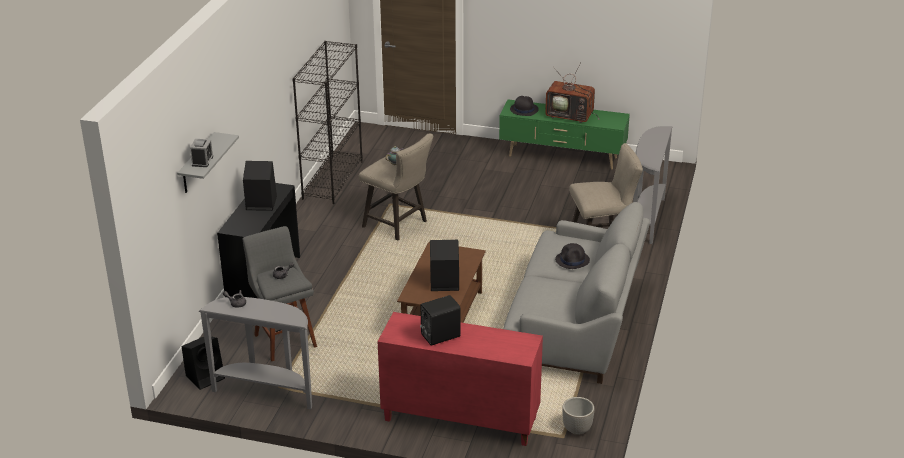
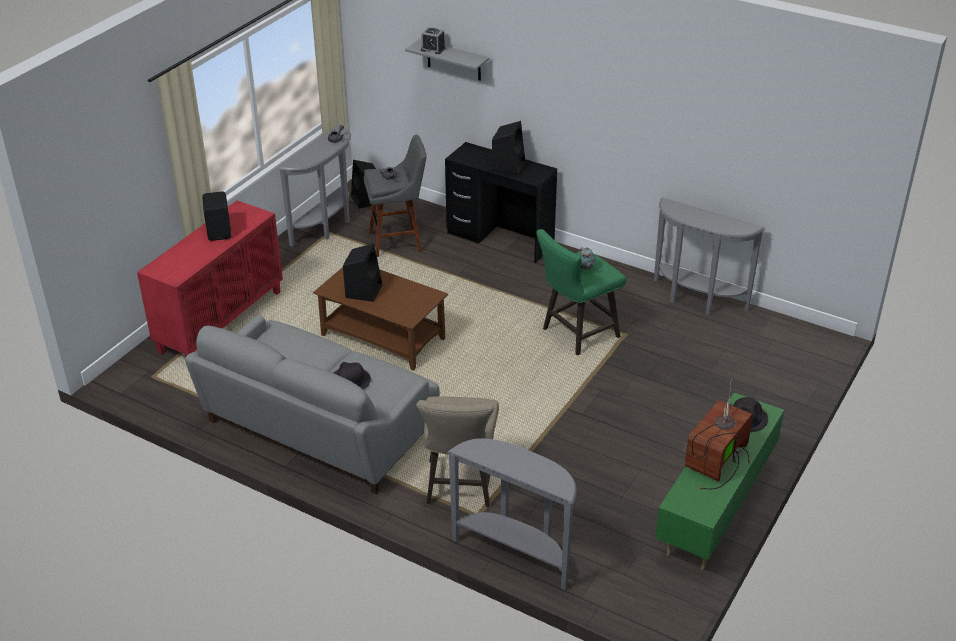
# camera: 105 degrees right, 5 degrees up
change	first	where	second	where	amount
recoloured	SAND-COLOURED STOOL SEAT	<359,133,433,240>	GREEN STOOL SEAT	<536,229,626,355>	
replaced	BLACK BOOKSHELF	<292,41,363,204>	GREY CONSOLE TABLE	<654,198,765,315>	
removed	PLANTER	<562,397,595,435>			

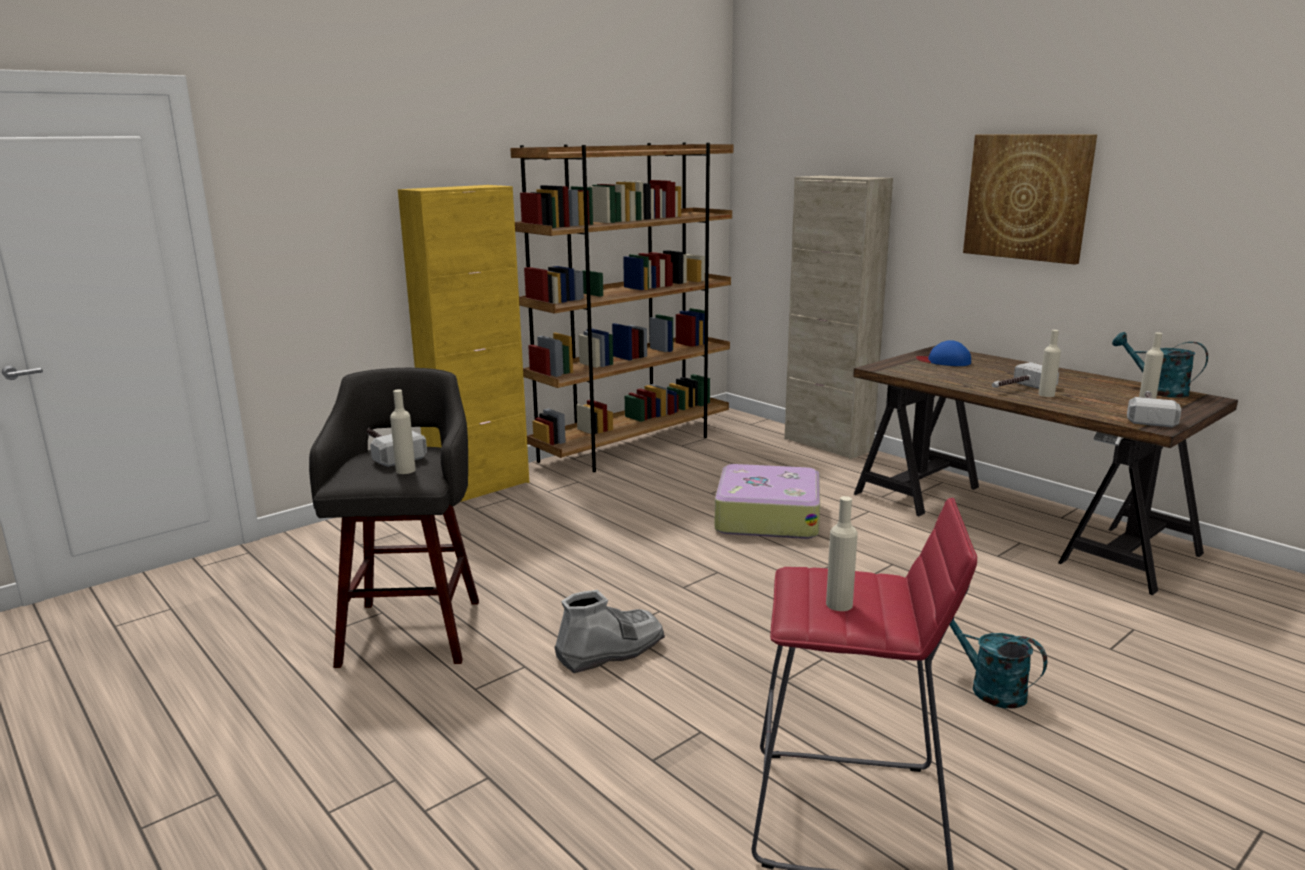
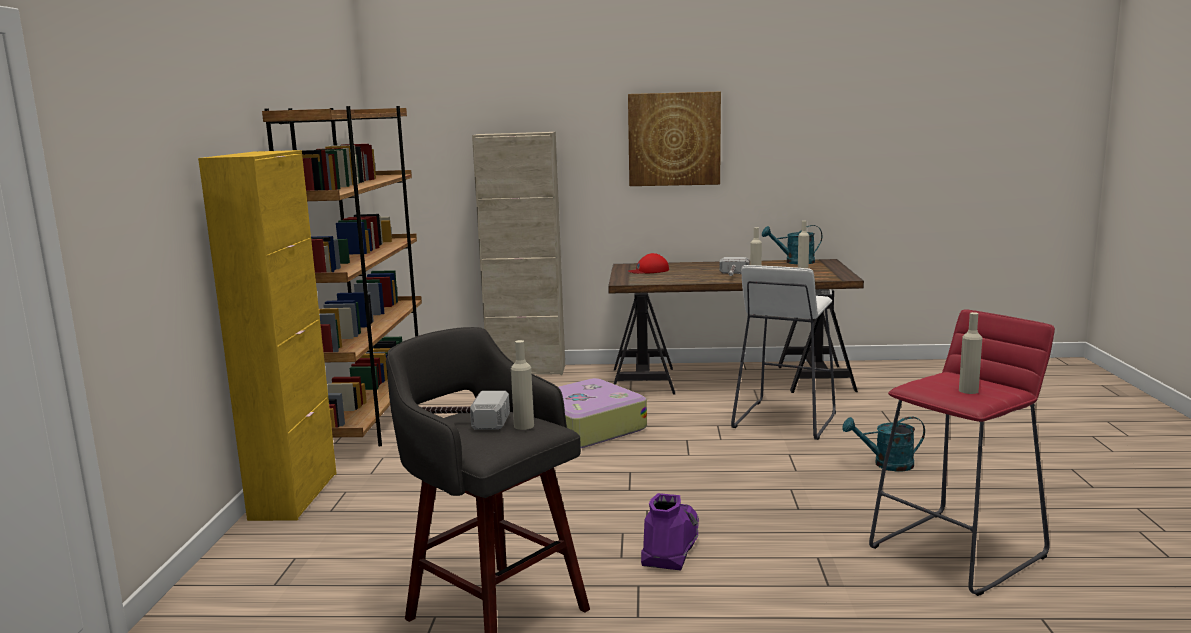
# camera: 45 degrees left, 5 degrees down
change	first	where	second	where	amount
recoloured	BLUE BASEBALL CAP	<916,340,971,366>	REDDISH BASEBALL CAP	<628,253,669,274>	
recoloured	GREY BOOT	<554,590,665,673>	PURPLE BOOT	<641,493,699,570>	
added			WHITISH STOOL SEAT	<731,265,836,440>	
removed	HAND HAMMER	<1127,391,1181,427>			

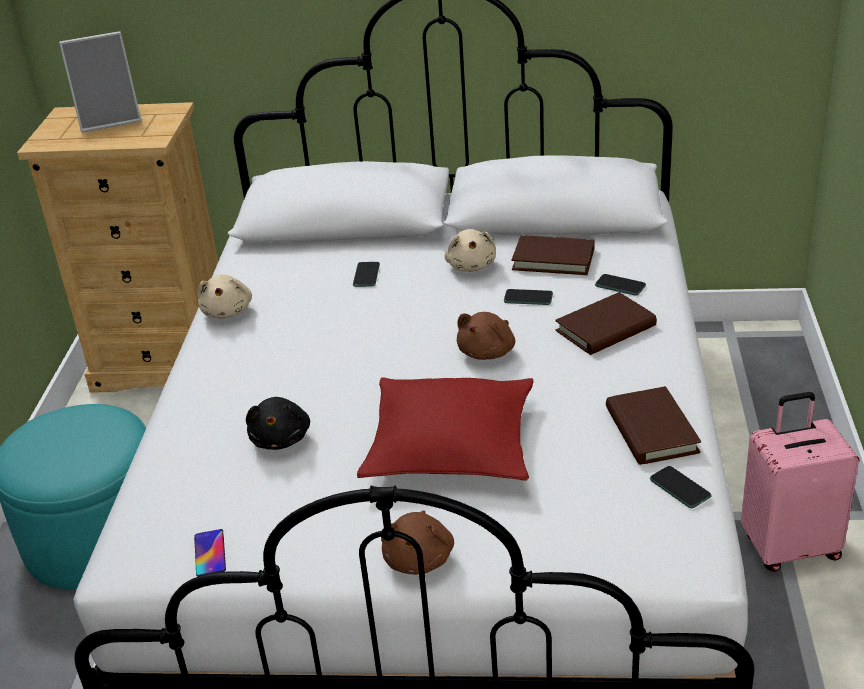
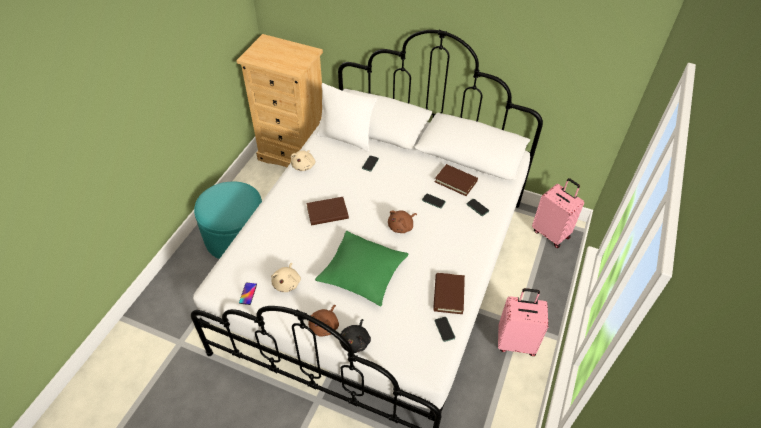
# camera: 15 degrees right, 15 degrees up
change	first	where	second	where	amount
moved	SAND-COLOURED PLUSH TOY	<444,229,496,272>		<271,263,301,292>	
moved	BROWN-COLOURED BOOK	<555,292,657,355>		<306,197,349,225>	
recoloured	REDDISH CUSHION	<357,377,533,481>	GREEN CUSHION	<315,231,409,307>	
added			WHITISH CUSHION	<317,83,377,152>	
moved	BLACK PLUSH TOY	<246,397,310,450>		<340,319,371,353>	
added			PINK-COLOURED PIECE OF LUGGAGE	<532,178,584,248>	
removed	STANDING FRAME	<59,31,141,132>			

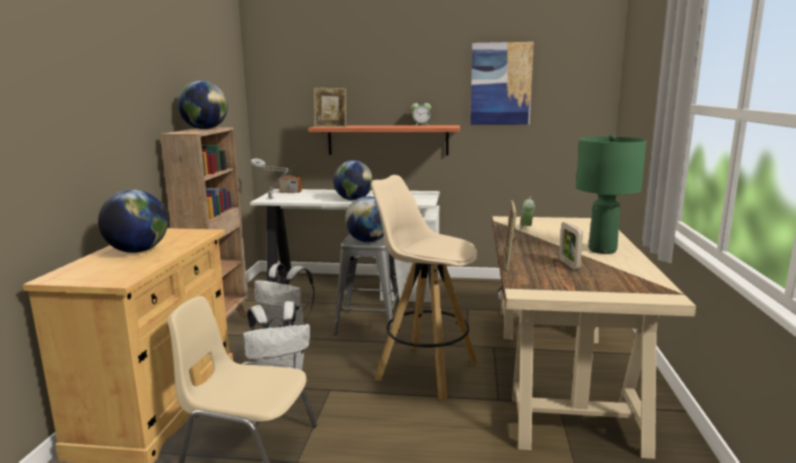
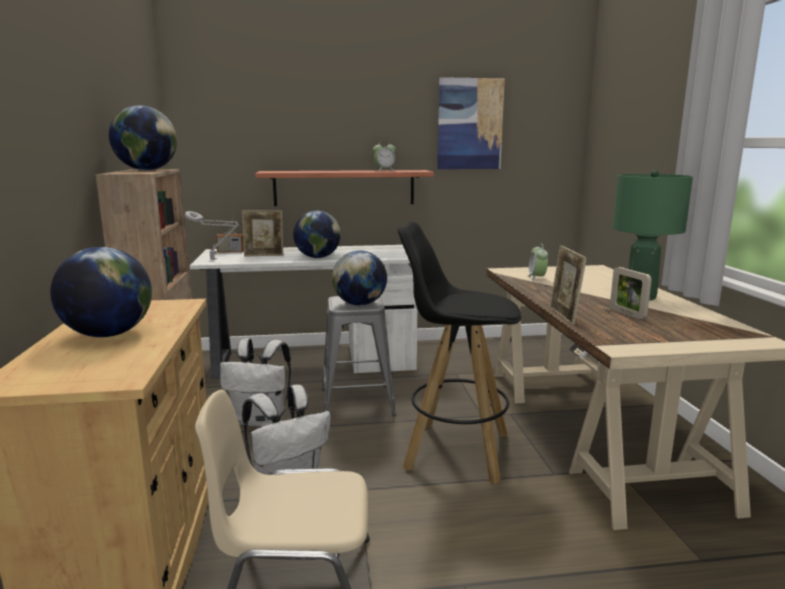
# camera: 15 degrees left, 0 degrees up
change	first	where	second	where	amount
moved	STANDING FRAME	<314,88,346,127>		<242,210,283,257>	
recoloured	SAND-COLOURED STOOL SEAT	<371,175,478,400>	BLACK STOOL SEAT	<398,221,521,484>	

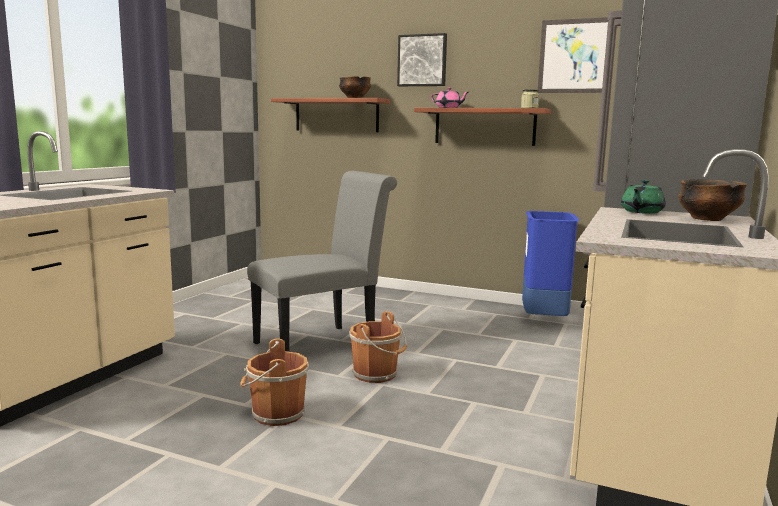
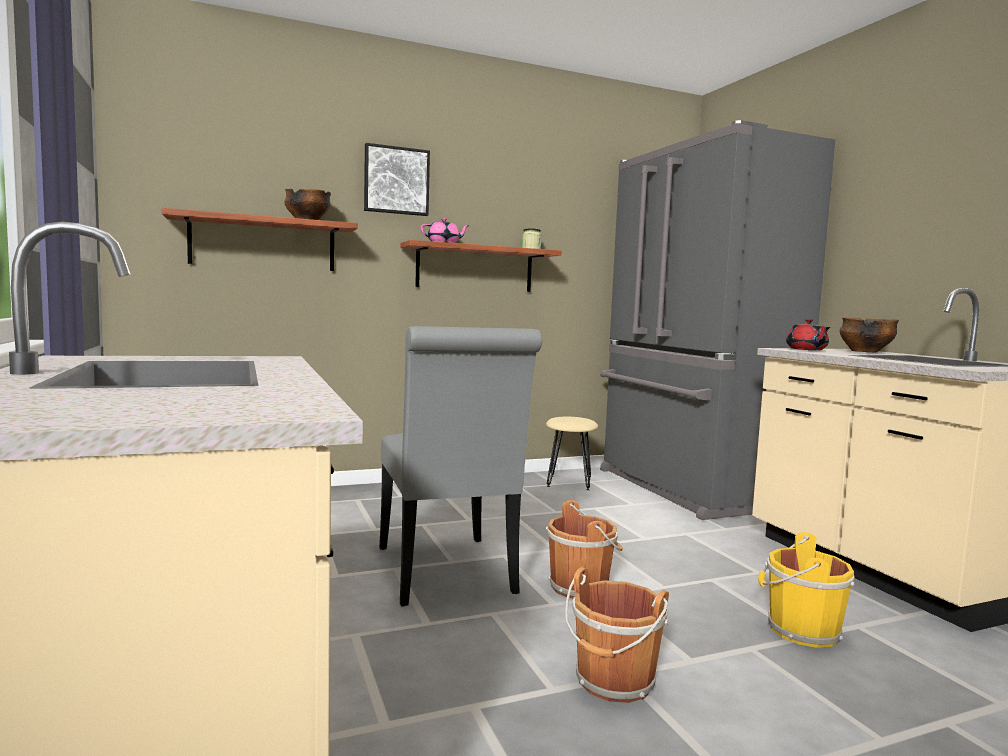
# camera: 45 degrees left, 5 degrees down
change	first	where	second	where	amount
turned	GREY UPRIGHT CHAIR	<247,171,397,352>		<379,326,542,607>	150 degrees clockwise
replaced	BLUE RUBBISH BIN	<522,211,579,316>	SAND-COLOURED STOOL SEAT	<546,417,598,490>	
added			YELLOWISH PAIL	<758,532,854,648>	
recoloured	GREEN POT FOR TEA	<621,180,666,214>	REDDISH POT FOR TEA	<786,319,830,350>	
removed	WALL PICTURE	<538,17,608,93>			

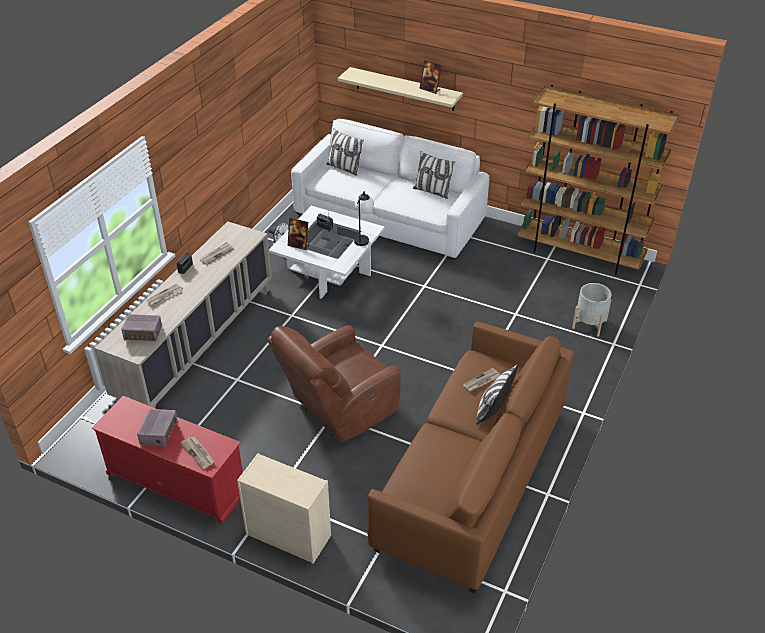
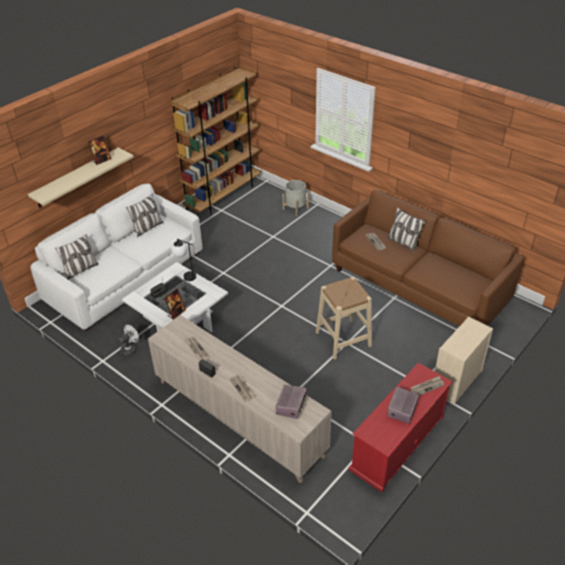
# camera: 75 degrees left, 0 degrees up
change	first	where	second	where	amount
replaced	BROWN-COLOURED LOUNGE CHAIR	<267,325,401,442>	SAND-COLOURED STOOL SEAT	<316,277,372,360>	
turned	RADIO	<137,409,178,447>		<388,387,419,424>	90 degrees counterclockwise

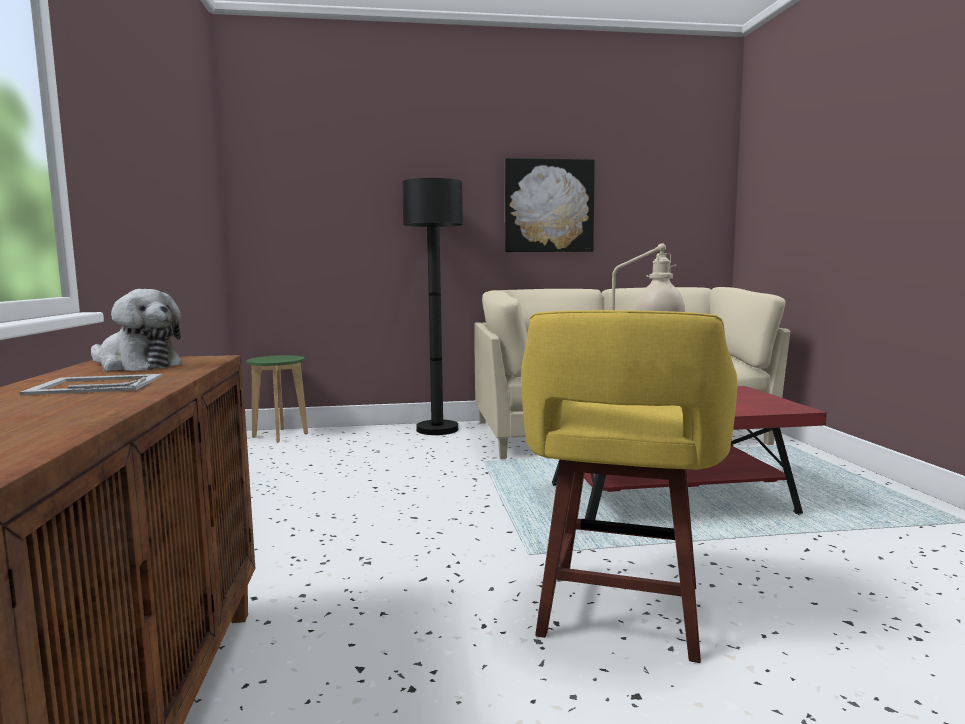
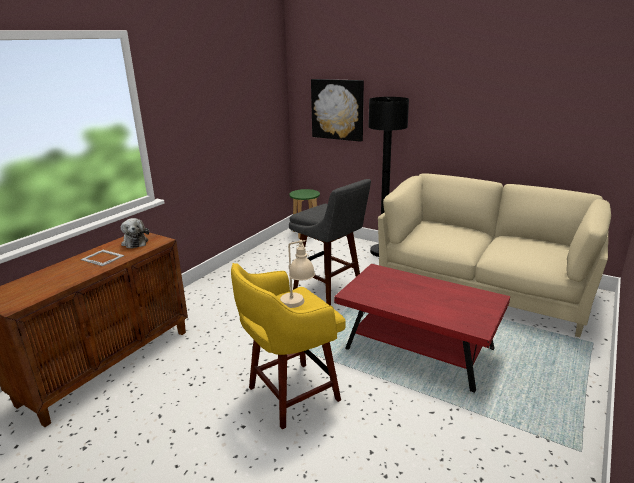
# camera: 40 degrees right, 15 degrees up
change	first	where	second	where	amount
added			GREY STOOL SEAT	<289,179,371,306>	
moved	WALL PICTURE	<505,158,595,252>		<311,79,364,142>	

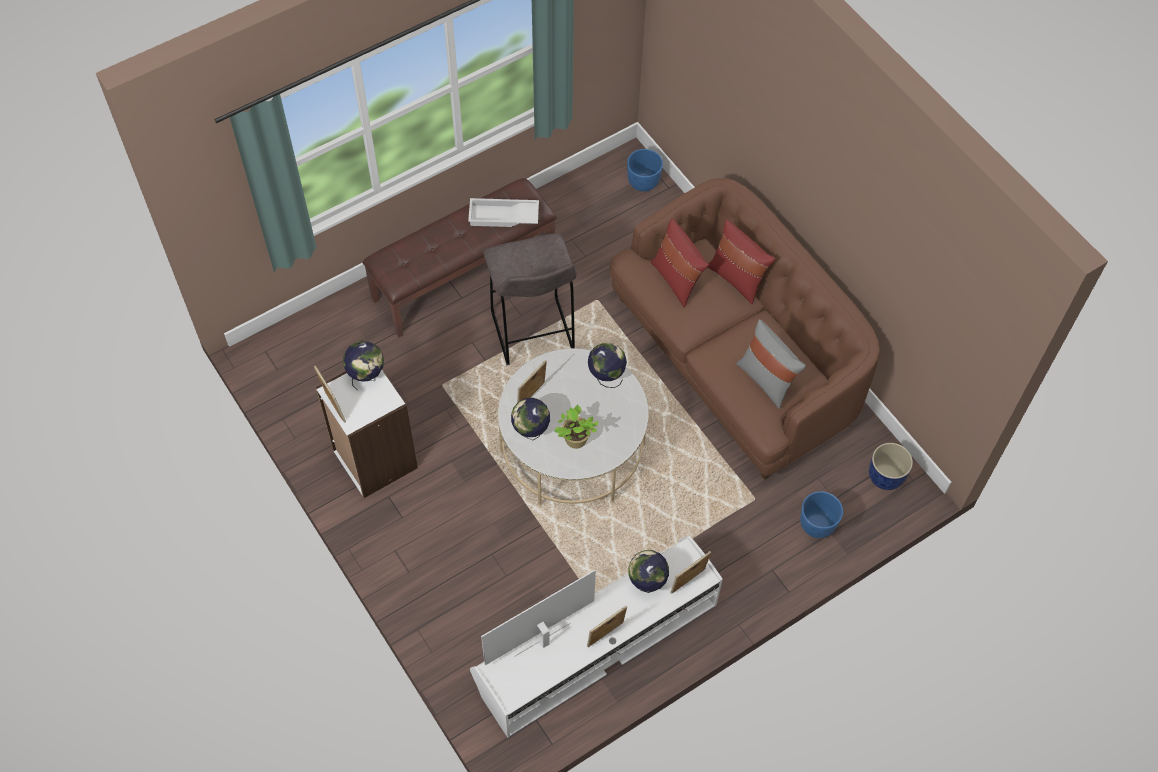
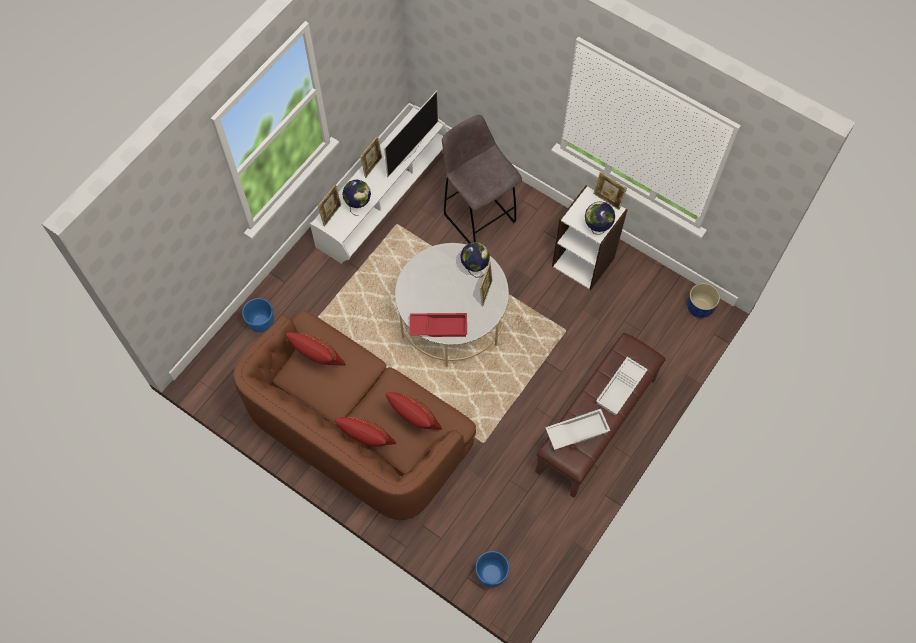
# camera: 160 degrees right, 5 degrees up
change	first	where	second	where	amount
recoloured	GREY CUSHION	<736,319,806,409>	REDDISH CUSHION	<285,332,346,366>	
replaced	DESK GLOBE	<588,343,627,388>	REDDISH CARRYING TRAY	<410,313,467,337>	
moved	GREY STOOL SEAT	<483,233,577,365>		<442,115,522,243>	
added			WHITISH CARRYING TRAY	<596,357,648,415>	
moved	BLUE PLANTER	<869,443,913,490>		<687,283,720,318>	
removed	PLANT IN A POT	<554,404,598,449>			

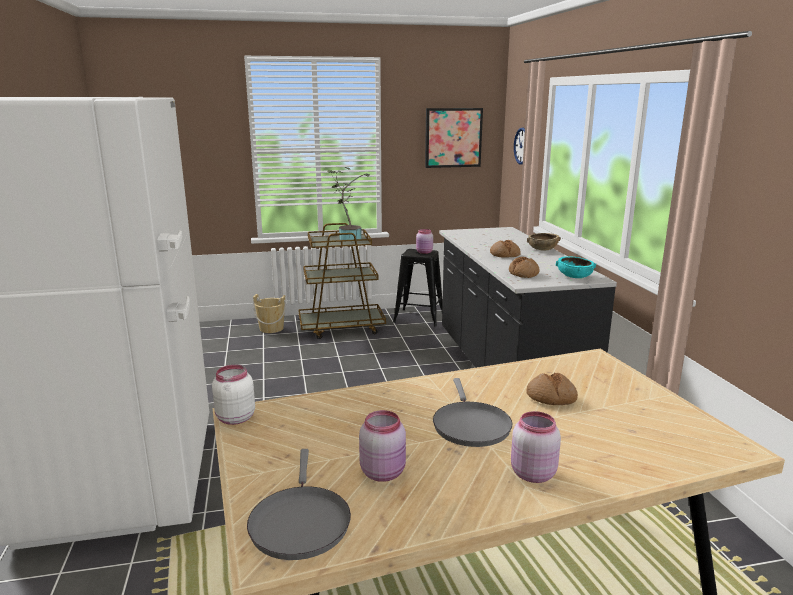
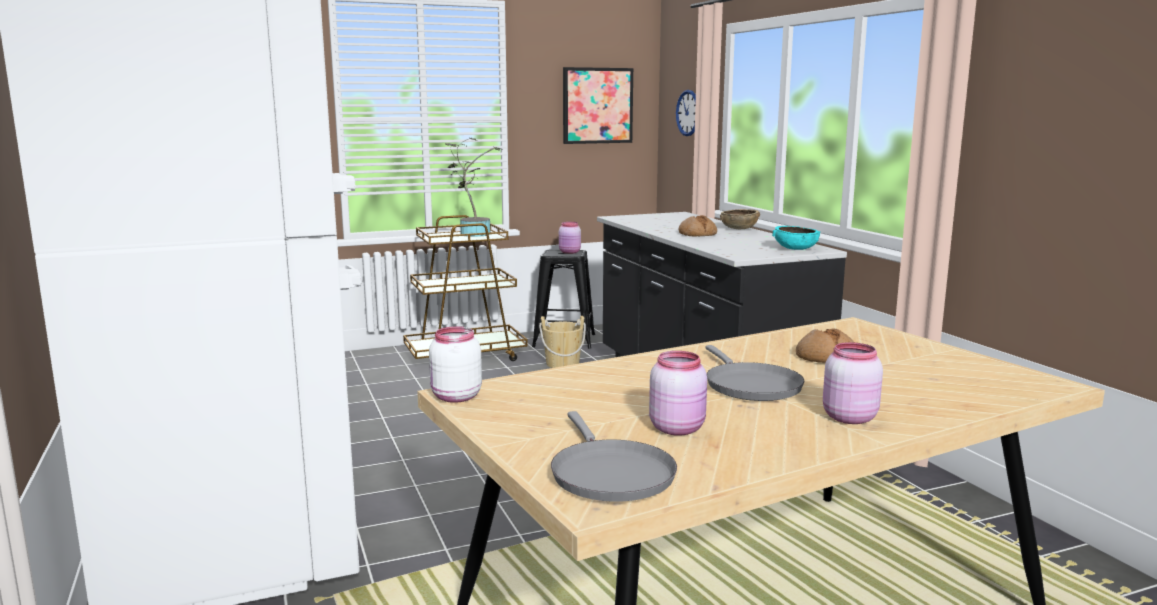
# camera: 10 degrees left, 5 degrees down
change	first	where	second	where	amount
moved	SAND-COLOURED PAIL	<253,294,286,333>		<539,316,586,368>	
removed	BAKED BREAD	<509,257,540,278>			

